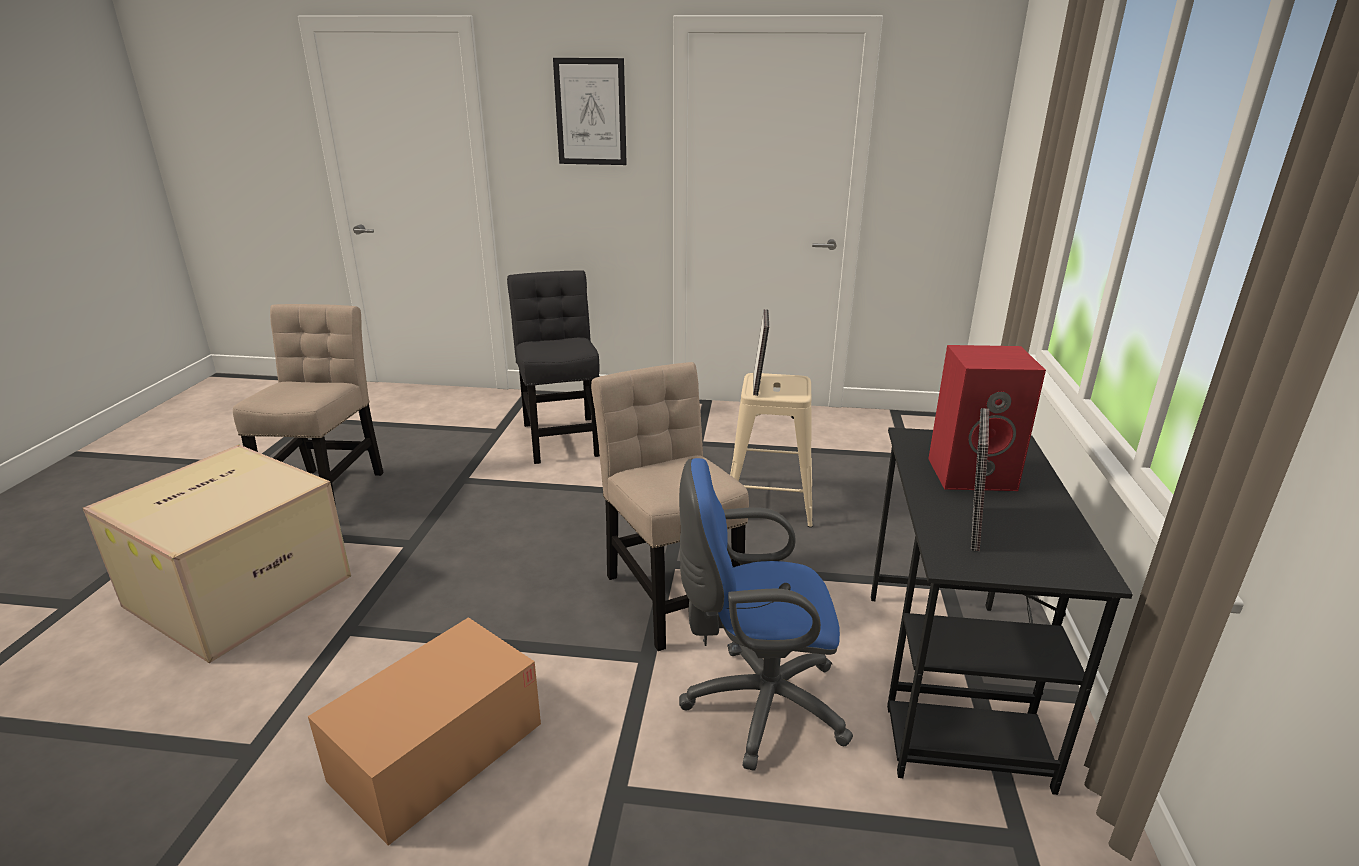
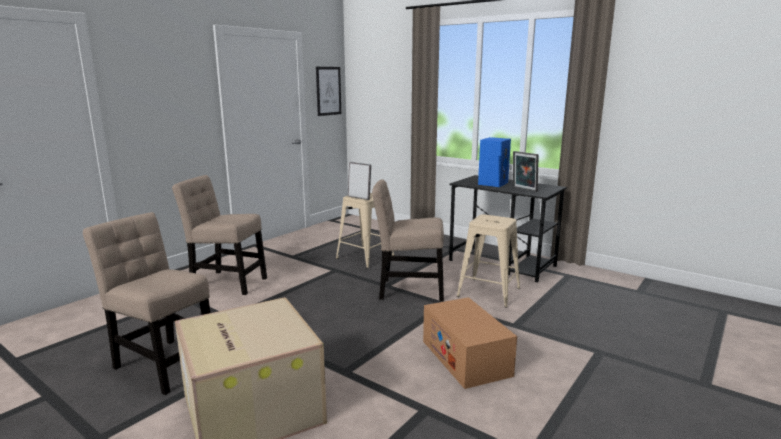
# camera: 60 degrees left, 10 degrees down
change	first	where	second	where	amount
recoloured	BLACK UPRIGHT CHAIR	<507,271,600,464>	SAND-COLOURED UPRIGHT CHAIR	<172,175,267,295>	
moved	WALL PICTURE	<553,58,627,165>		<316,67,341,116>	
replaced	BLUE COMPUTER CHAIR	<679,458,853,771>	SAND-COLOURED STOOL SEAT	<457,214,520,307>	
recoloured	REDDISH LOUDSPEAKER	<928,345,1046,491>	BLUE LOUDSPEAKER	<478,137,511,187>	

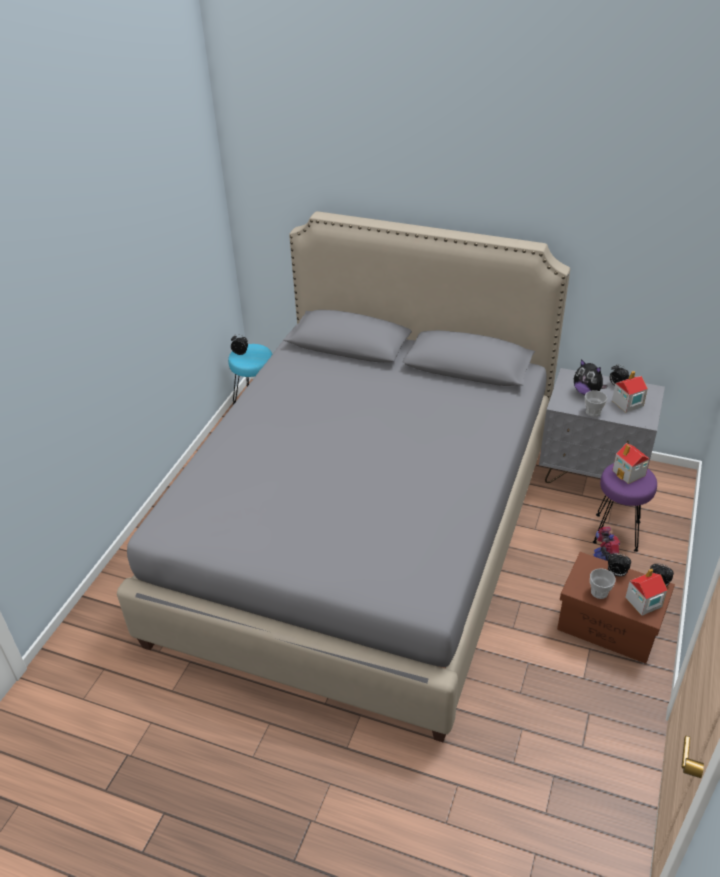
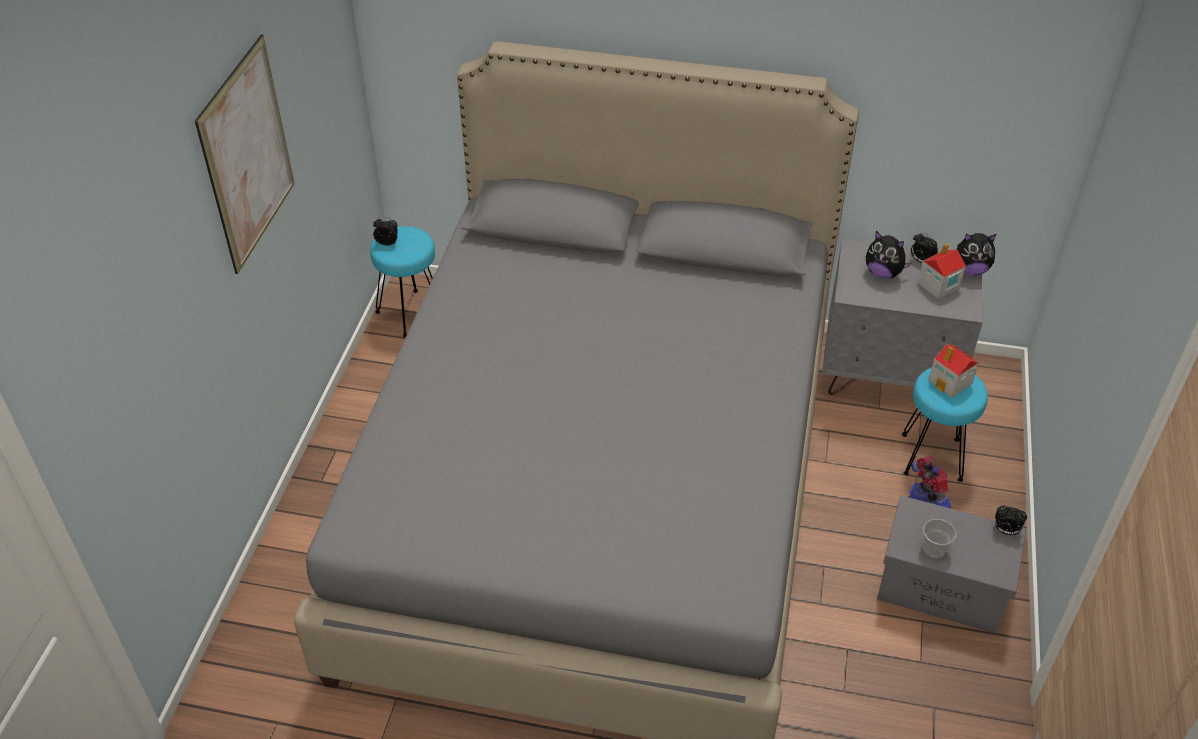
# camera: 10 degrees left, 5 degrees up
change	first	where	second	where	amount
added			WALL PICTURE	<195,34,295,274>	
recoloured	BROWN-COLOURED STORAGE BOX	<557,552,675,664>	GREY STORAGE BOX	<877,495,1026,633>	
recoloured	PURPLE STOOL SEAT	<593,463,657,552>	BLUE-GREEN STOOL SEAT	<902,367,988,482>	
added			PLUSH TOY	<957,233,996,276>	
removed	SMALL CUP	<585,390,607,417>			
removed	ALARM CLOCK	<608,553,631,577>			
removed	MODEL HOUSE	<625,569,667,616>			

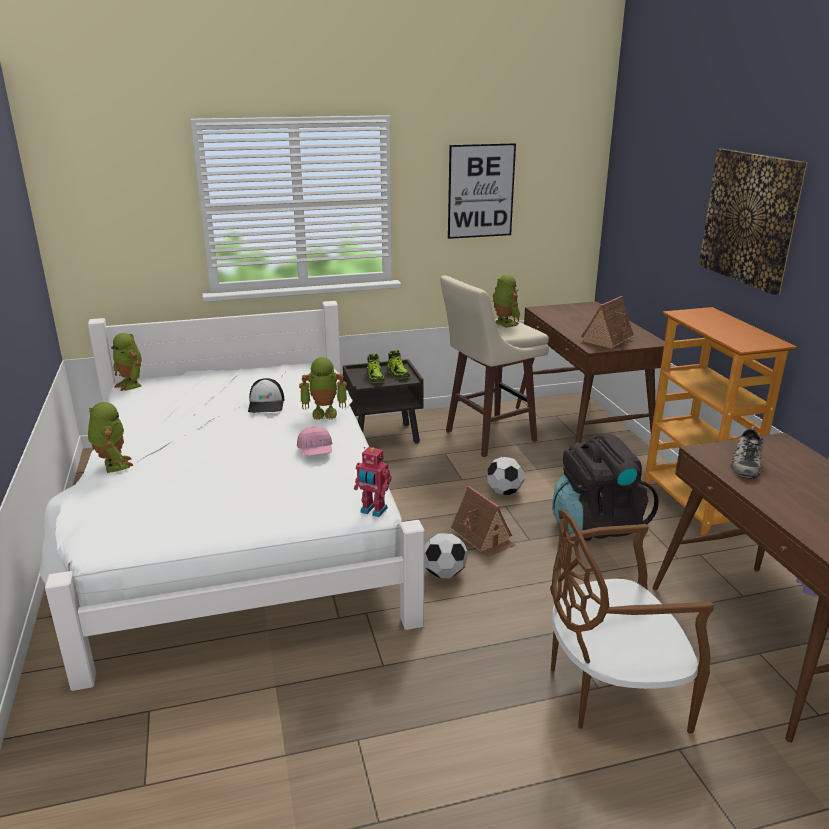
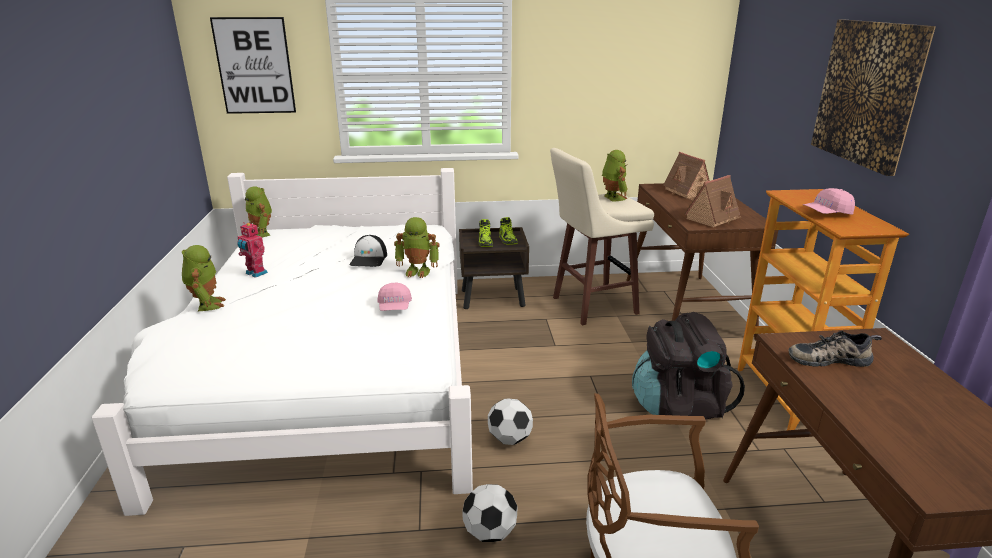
# camera: 10 degrees right, 0 degrees up
change	first	where	second	where	amount
moved	WALL PICTURE	<448,143,516,239>		<210,17,296,114>	
moved	MODEL ROBOT	<354,447,392,517>		<237,223,268,278>	
moved	BALL FOR FOOTBALL	<487,457,525,495>		<462,484,517,542>	
moved	MODEL HOUSE	<451,485,515,557>		<663,152,710,201>	
turned	LOW SHOE	<730,426,764,479>		<789,331,882,367>	60 degrees clockwise
added			PINK-COLOURED BASEBALL CAP	<803,188,855,215>	

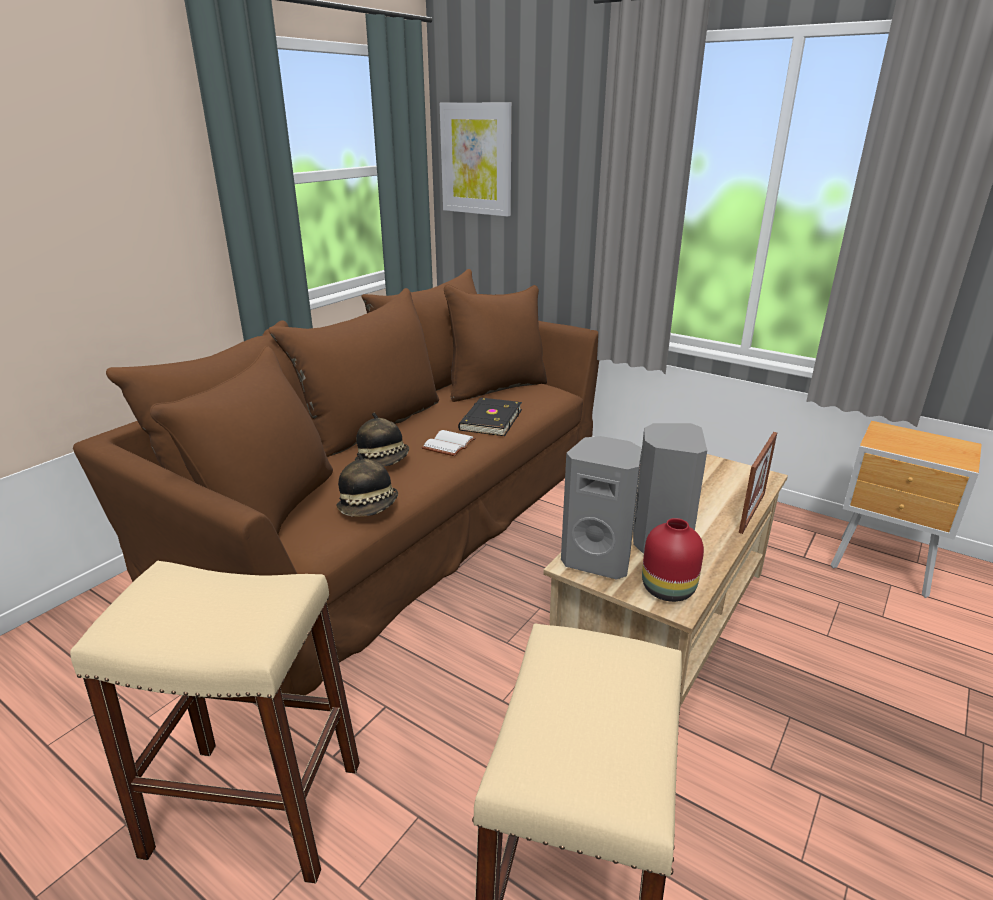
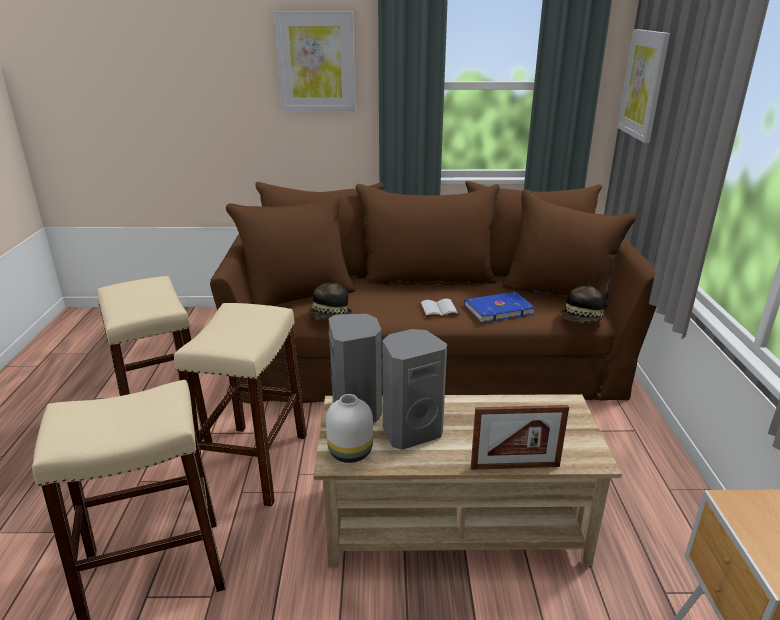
# camera: 55 degrees right, 0 degrees up
change	first	where	second	where	amount
added			SAND-COLOURED STOOL SEAT	<174,303,307,507>	
added			WALL PICTURE	<274,11,355,111>	
recoloured	REDDISH VASE	<642,518,704,602>	WHITISH VASE	<326,394,373,463>	
recoloured	BLACK BOOK	<458,398,522,436>	BLUE BOOK	<464,292,535,323>	
moved	HAT	<355,413,409,467>		<561,281,606,323>	

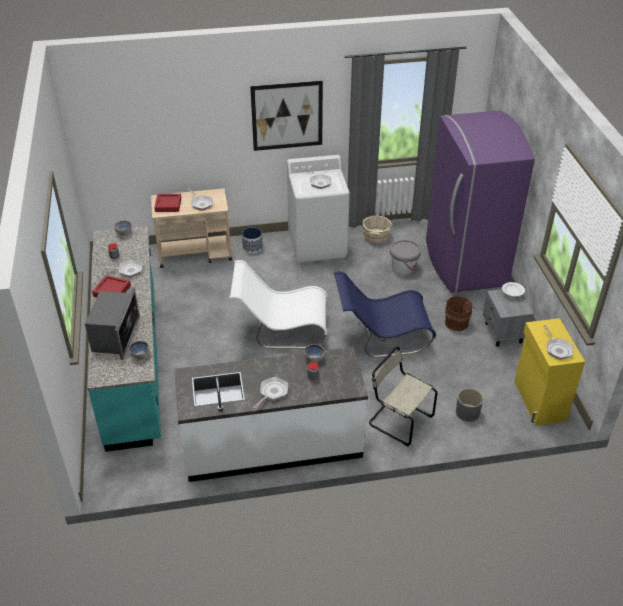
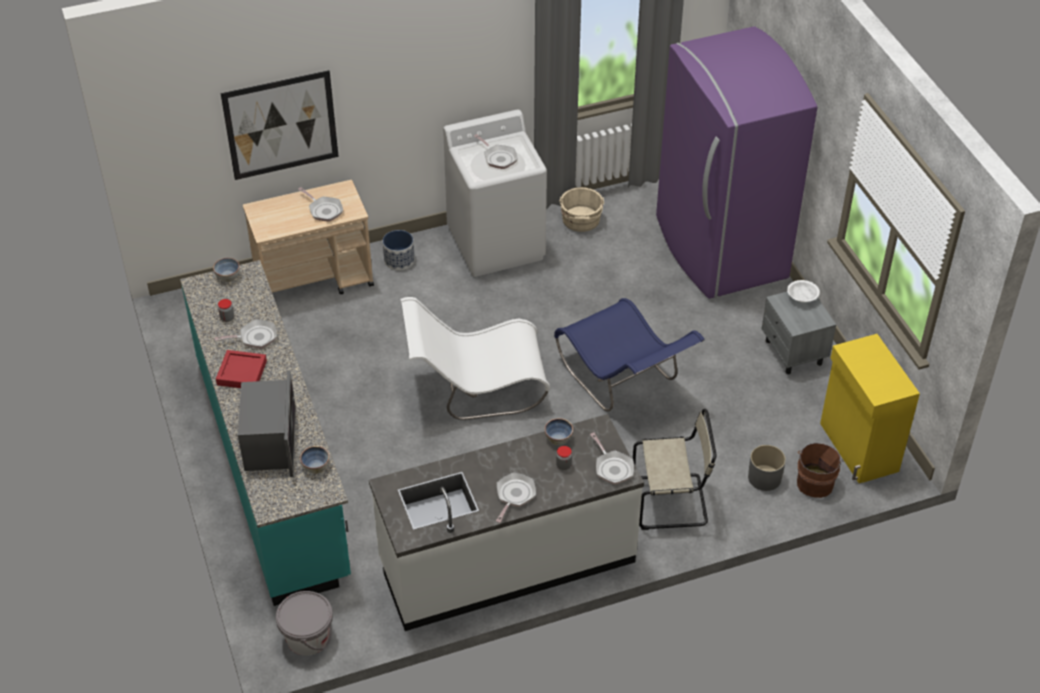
# camera: 10 degrees left, 5 degrees up
change	first	where	second	where	amount
moved	WALL PICTURE	<250,81,323,151>		<221,70,339,180>	
moved	GREY PAIL	<390,240,421,275>		<276,591,333,656>	
turned	BLUE UPRIGHT CHAIR	<334,272,436,357>		<554,298,705,411>	105 degrees counterclockwise
moved	PAN	<543,325,574,360>		<590,432,634,485>	
turned	SAND-COLOURED UPRIGHT CHAIR	<369,347,438,446>		<633,409,716,530>	150 degrees clockwise
moved	BROWN-COLOURED PAIL	<445,296,474,331>		<797,443,844,498>	
removed	REDDISH CARRYING TRAY	<154,194,181,212>			

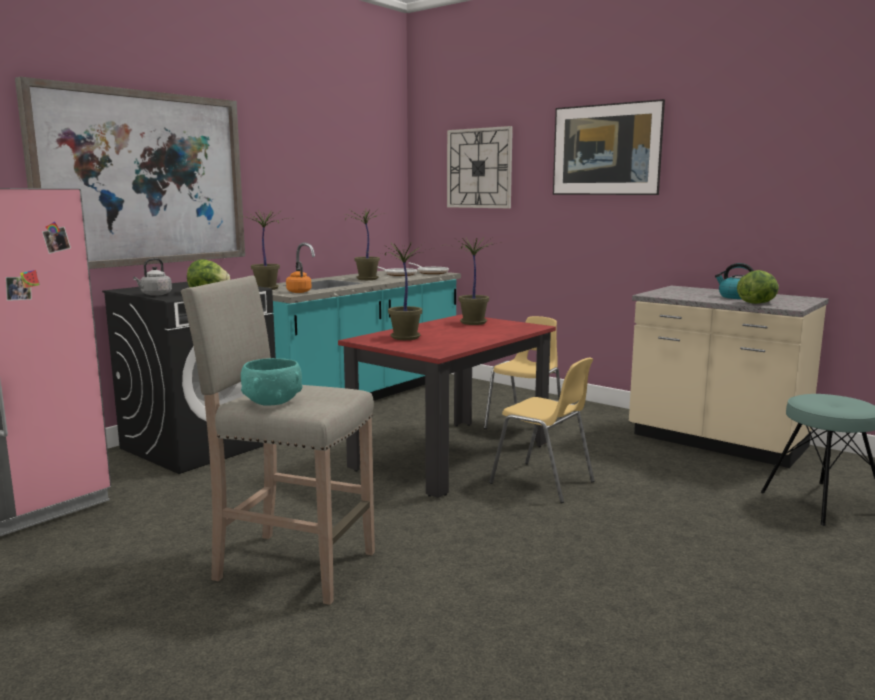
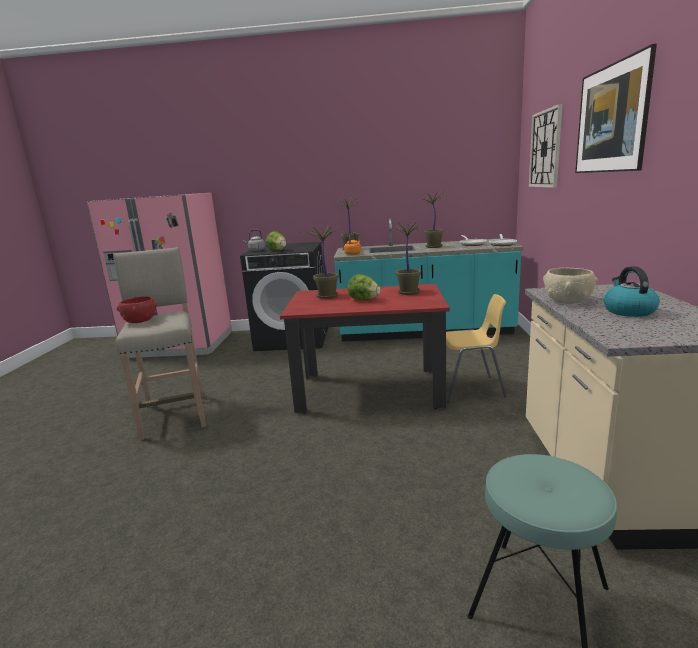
# camera: 55 degrees right, 5 degrees up
change	first	where	second	where	amount
recoloured	BLUE-GREEN SERVING BOWL	<241,358,302,406>	REDDISH SERVING BOWL	<117,296,157,323>	
moved	LETTUCE HEAD	<737,270,779,304>		<348,274,381,300>	
added			SAND-COLOURED SERVING BOWL	<543,268,598,304>	
removed	WALL PICTURE	<15,77,245,269>			
removed	YELLOWISH UPRIGHT CHAIR	<489,358,594,503>			

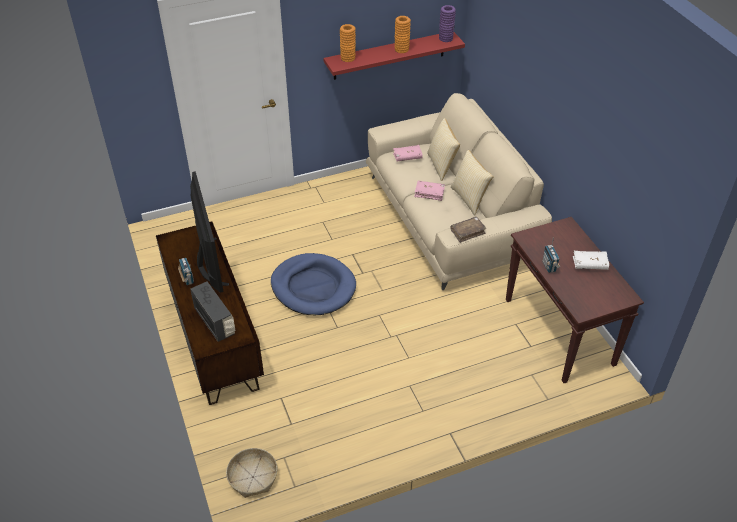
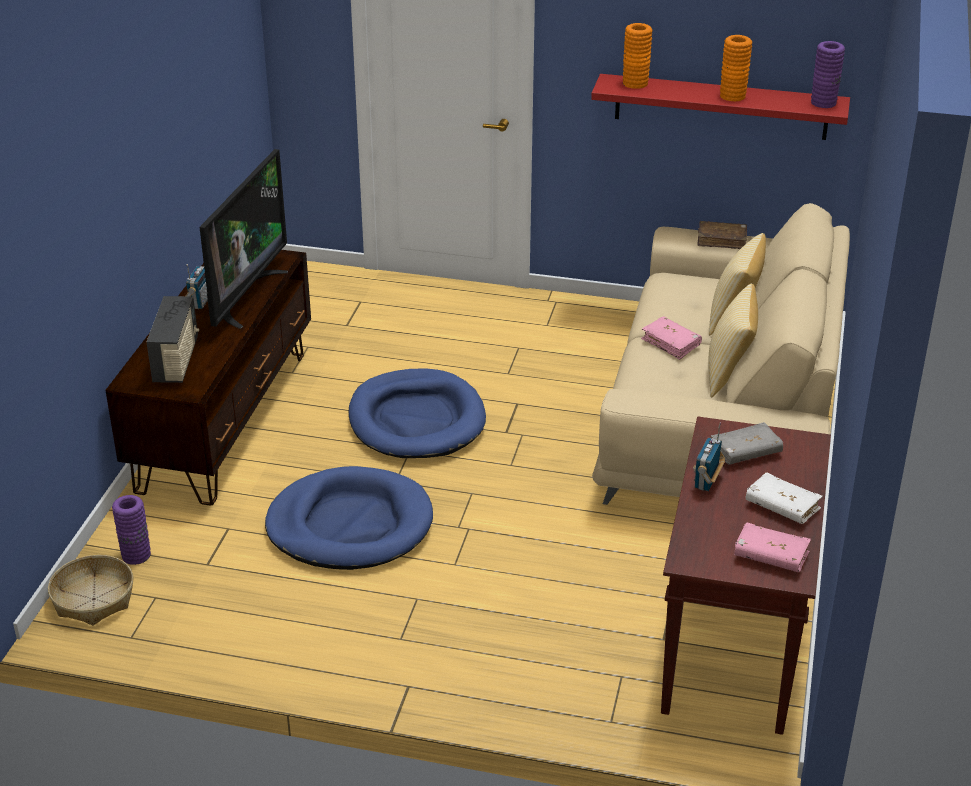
# camera: 35 degrees right, 10 degrees down
change	first	where	second	where	amount
added			PURPLE VASE	<112,495,151,565>	
added			BLUE PET BED	<265,466,433,570>	
moved	BROWN-COLOURED BOOK	<451,217,487,243>		<697,221,747,249>	
added			GREY BOOK	<710,422,783,465>	
moved	PINK-COLOURED BOOK	<393,145,423,162>		<734,522,811,572>	

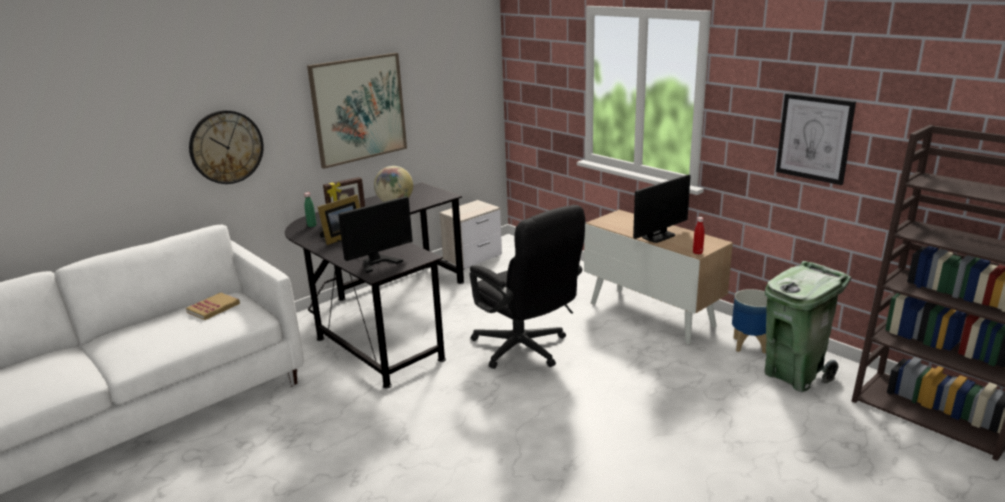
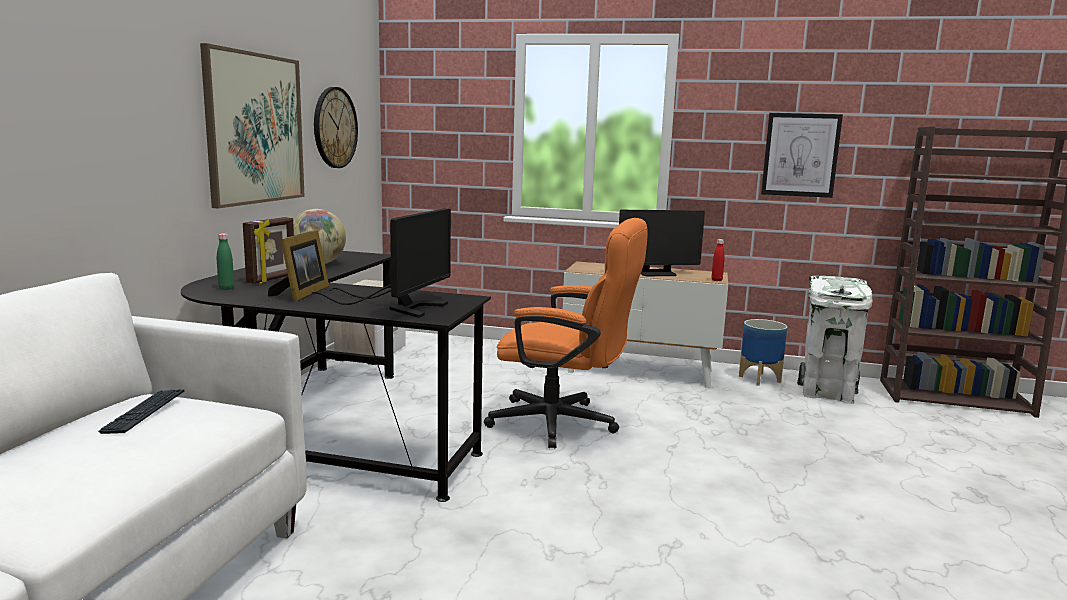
# camera: 35 degrees left, 10 degrees down
change	first	where	second	where	amount
replaced	BOOK	<186,293,240,320>	COMPUTER KEYBOARD	<99,389,184,434>	
moved	WALL CLOCK	<189,110,264,184>		<314,87,358,168>	
recoloured	BLACK COMPUTER CHAIR	<470,205,585,369>	ORANGE-COLOURED COMPUTER CHAIR	<484,218,648,449>	
turned	COMPUTER DISPLAY	<633,175,691,243>		<619,210,705,276>	60 degrees clockwise
recoloured	GREEN RUBBISH BIN	<764,261,851,392>	WHITISH RUBBISH BIN	<797,276,872,404>	

